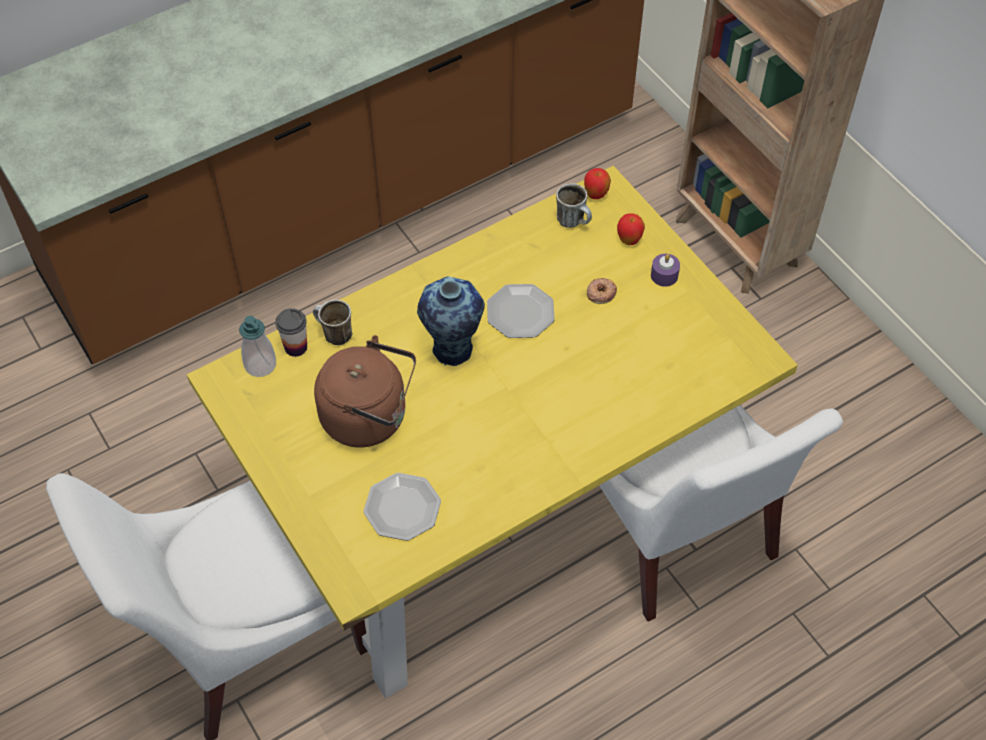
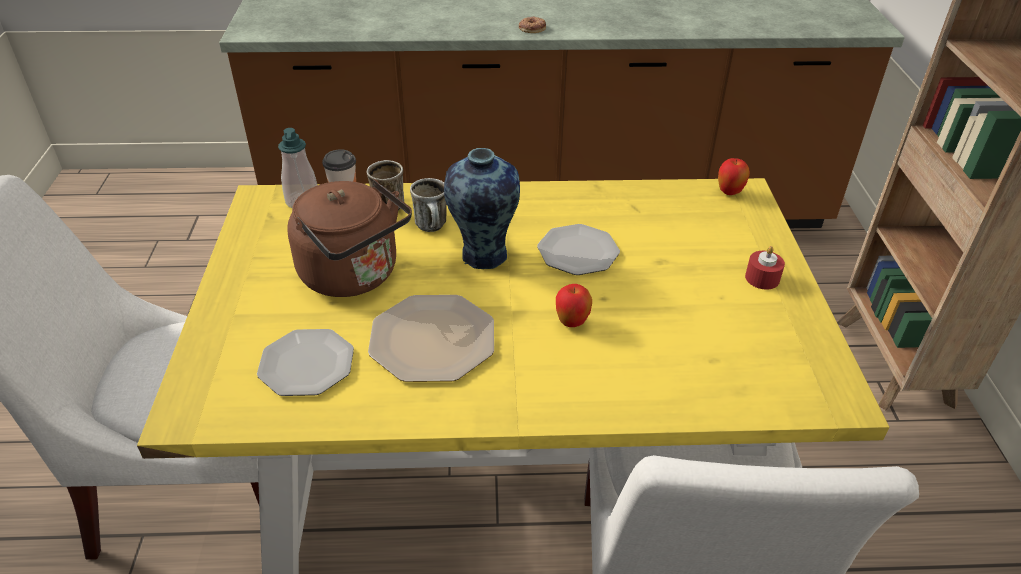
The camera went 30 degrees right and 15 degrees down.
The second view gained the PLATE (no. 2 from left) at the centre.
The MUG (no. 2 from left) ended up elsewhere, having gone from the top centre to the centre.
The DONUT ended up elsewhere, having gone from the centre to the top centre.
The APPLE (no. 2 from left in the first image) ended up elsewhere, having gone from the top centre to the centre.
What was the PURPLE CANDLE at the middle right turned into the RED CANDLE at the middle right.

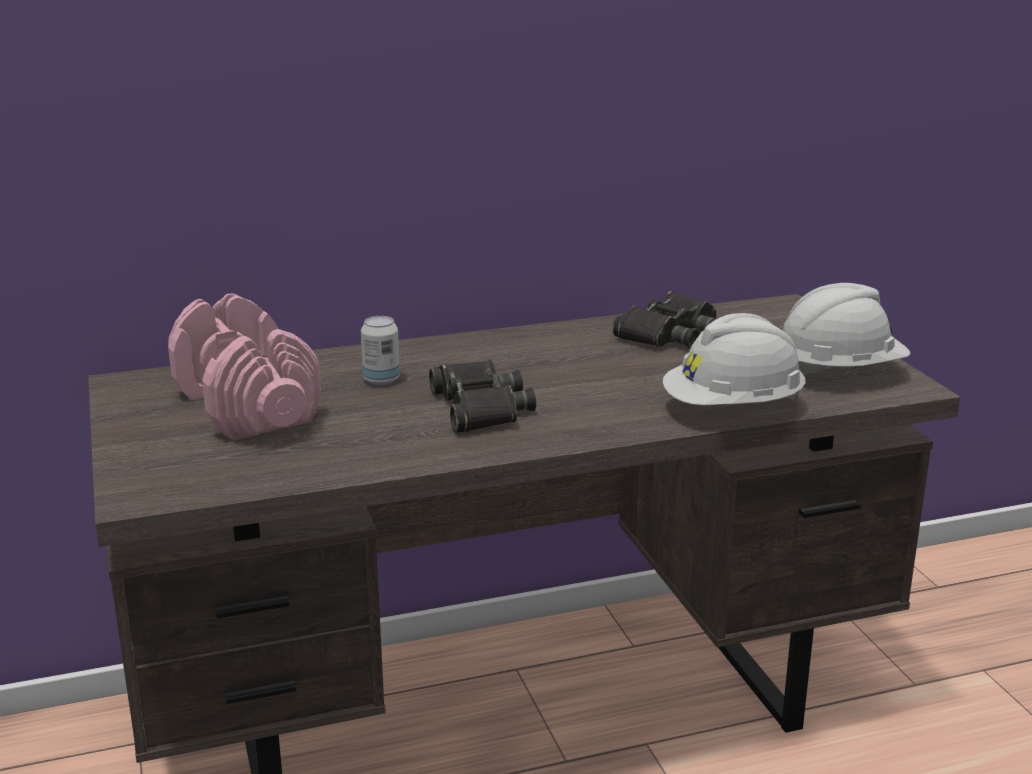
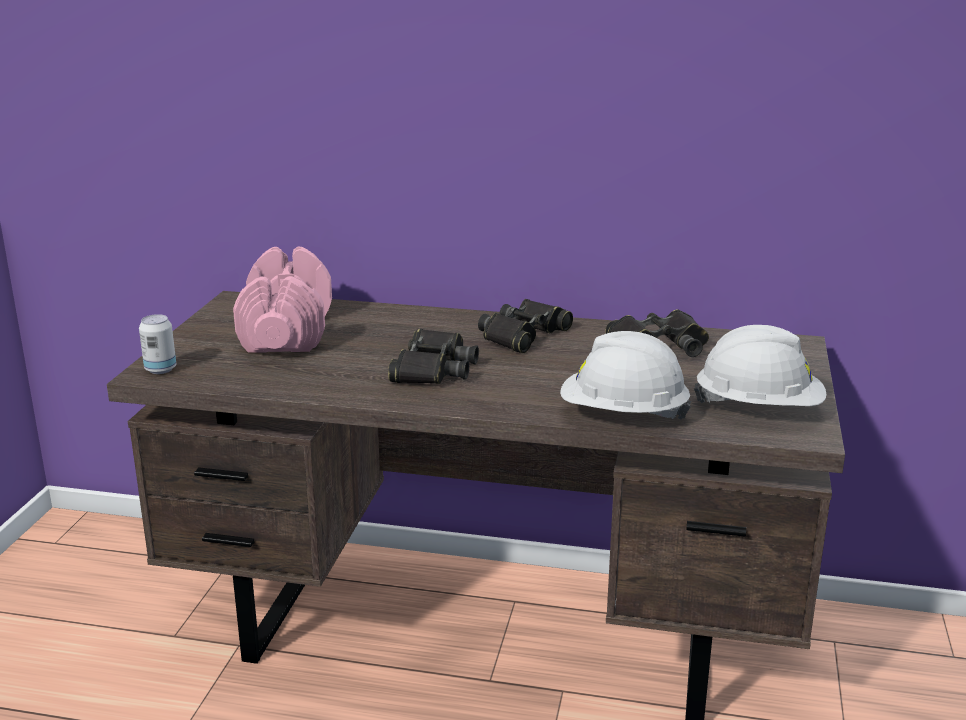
The camera went 30 degrees right and 0 degrees up.
The CAN ended up elsewhere, having gone from the centre to the middle left.
The second view gained the BLACK BINOCULARS (no. 2 from left) at the centre.

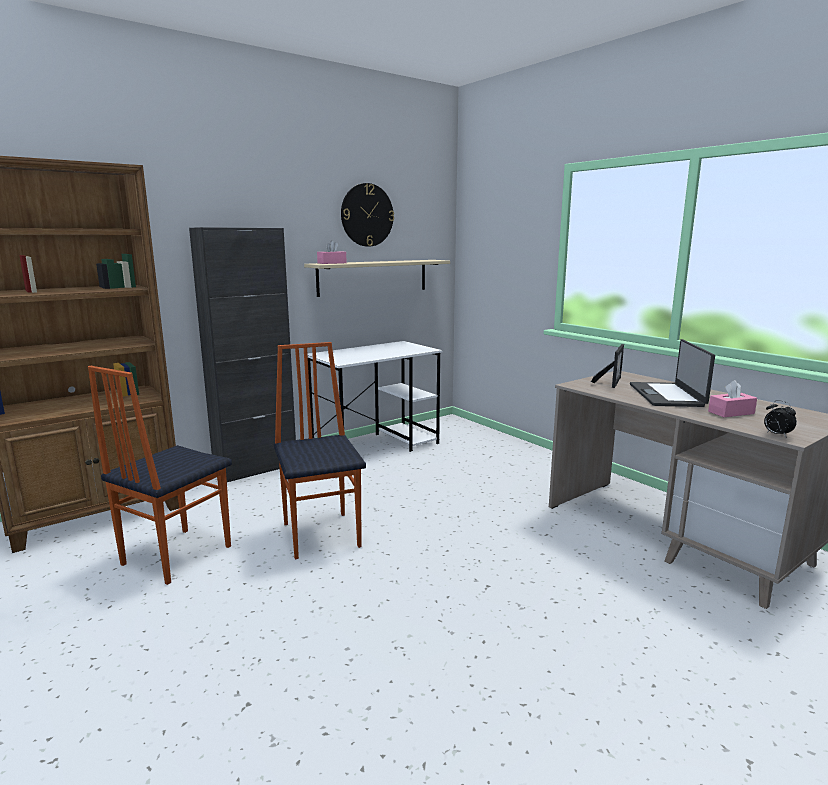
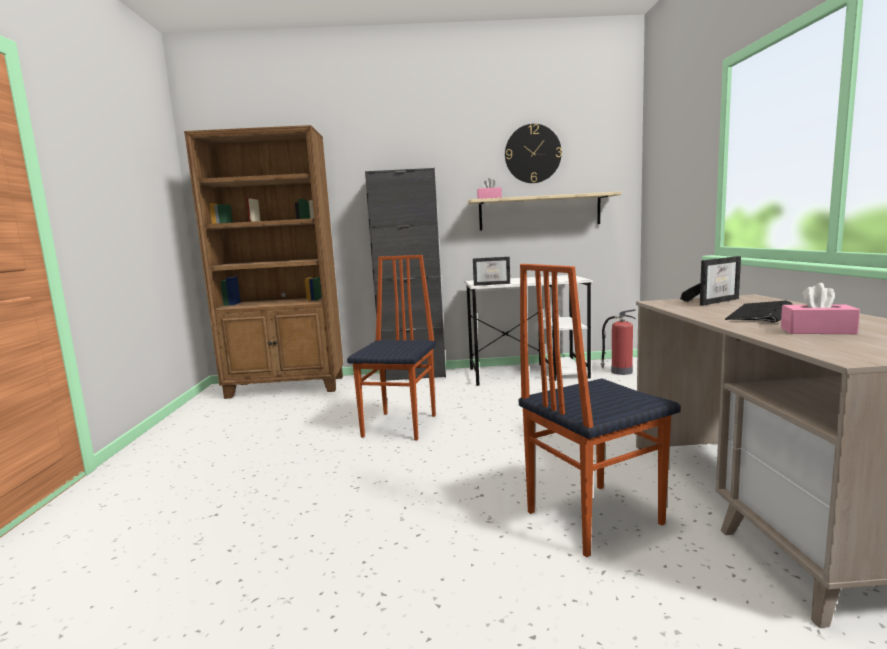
The camera went 35 degrees right and 5 degrees down.
The second view gained the PICTURE FRAME (no. 1 from left) at the centre.
The CHAIR (no. 1 from left in the first image) ended up elsewhere, having gone from the middle left to the middle right.
The second view gained the FIRE EXTINGUISHER at the middle right.
Where the LAPTOP stood at the middle right, the KEYBOARD came to stand at the middle right.
The second view lost the ALARM CLOCK at the middle right.

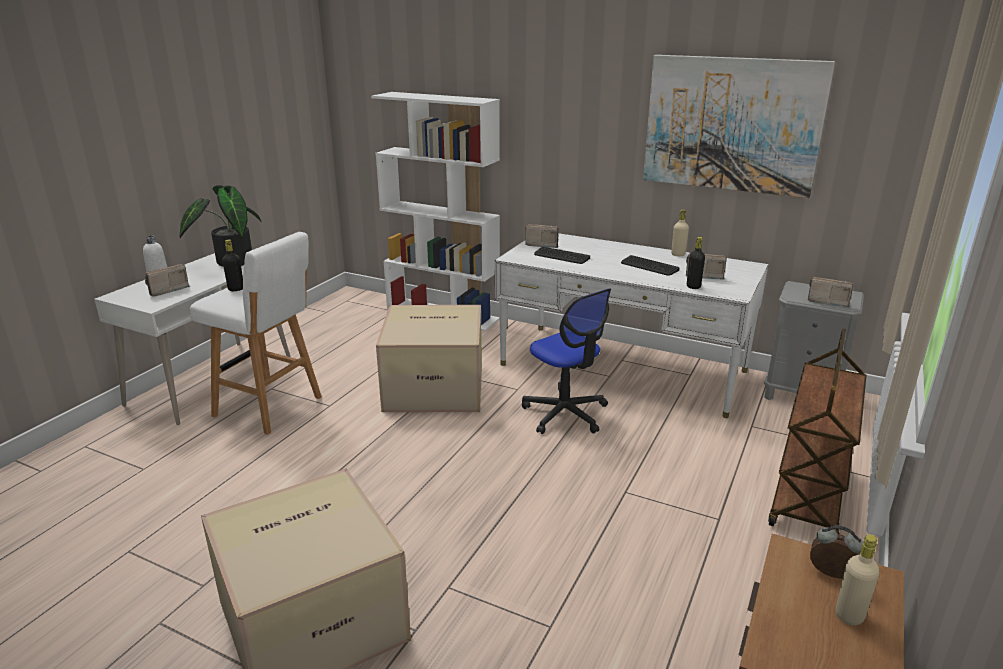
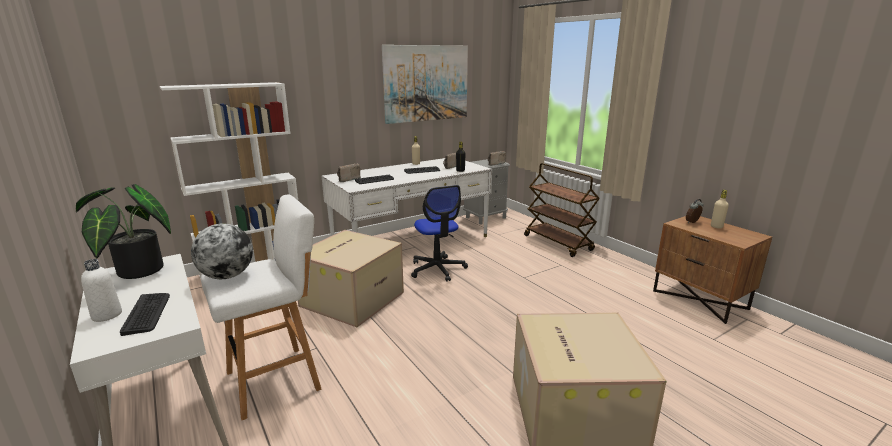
The camera went 60 degrees left and 5 degrees down.
Where the RADIO (no. 1 from left) stood at the middle left, the KEYBOARD (no. 1 from left) came to stand at the bottom left.
Where the BLACK BOTTLE (no. 1 from left) stood at the middle left, the GLOBE came to stand at the middle left.
The OFFICE CHAIR at the centre ended up facing another way, 75 degrees clockwise from before.

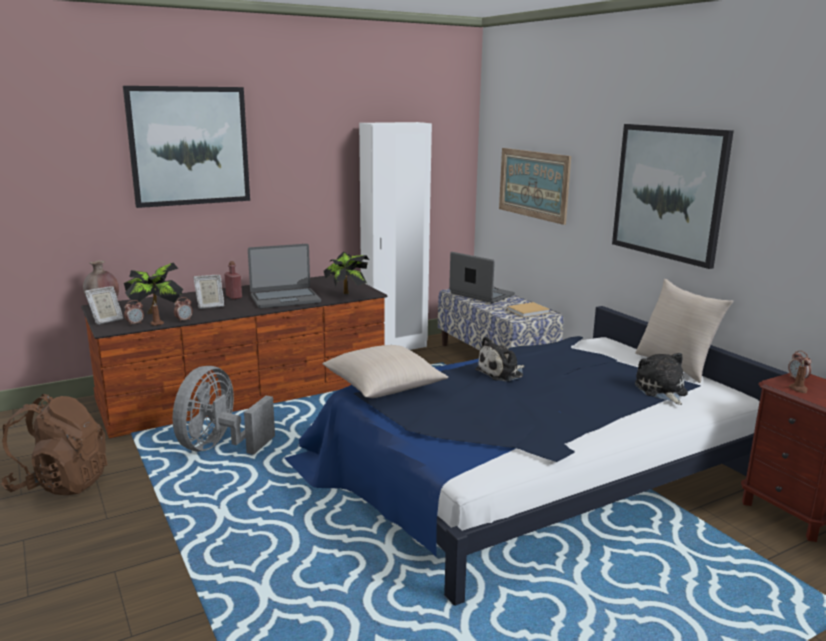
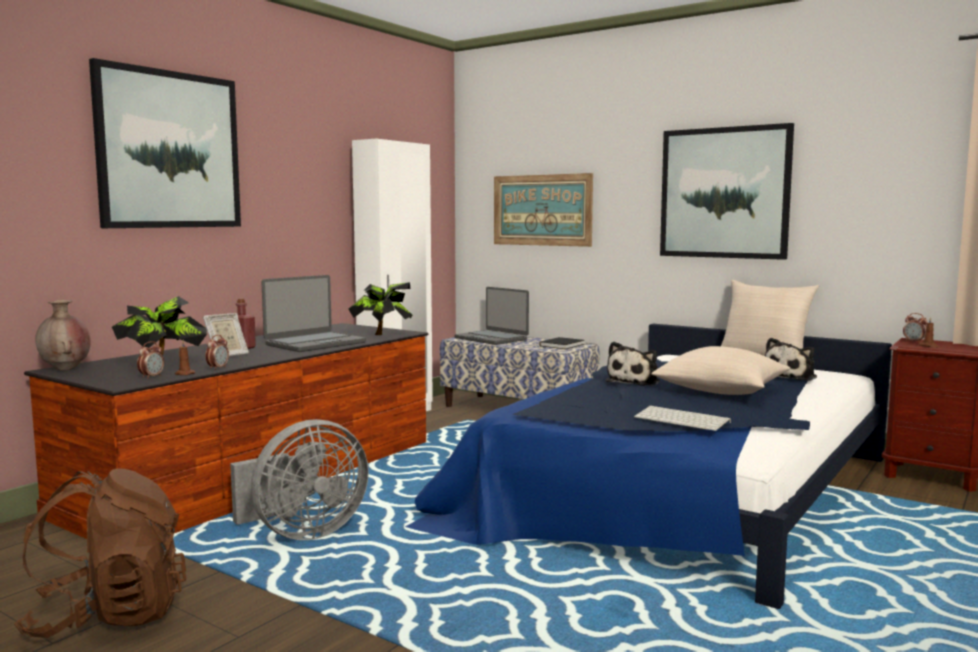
The camera went 25 degrees left and 10 degrees down.
The GREY FAN at the middle left ended up facing another way, 120 degrees counterclockwise from before.
The LAPTOP (no. 2 from left) at the centre ended up facing another way, 150 degrees counterclockwise from before.
What was the BEIGE BOOK at the centre turned into the BLACK BOOK at the centre.
The second view gained the KEYBOARD at the middle right.
The BEIGE PILLOW (no. 1 from left) ended up elsewhere, having gone from the centre to the middle right.
The PLUSH TOY (no. 2 from left) at the middle right ended up facing another way, 105 degrees counterclockwise from before.
The second view lost the PICTURE FRAME (no. 1 from left) at the middle left.

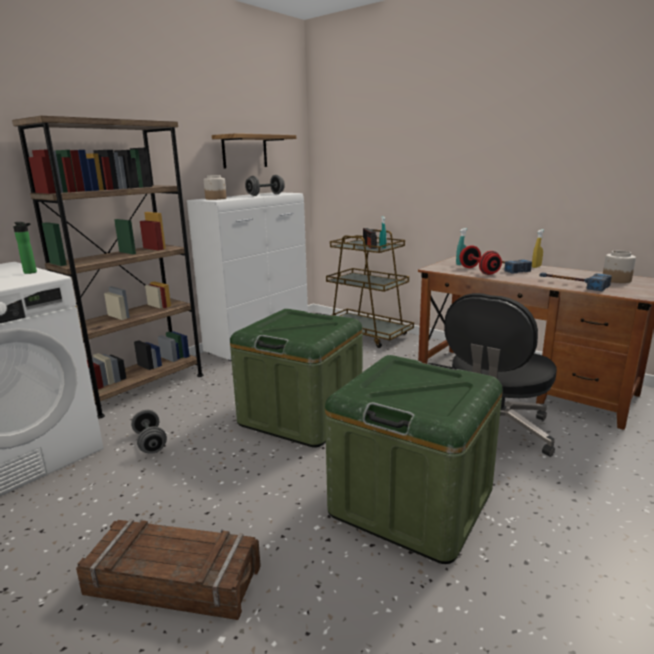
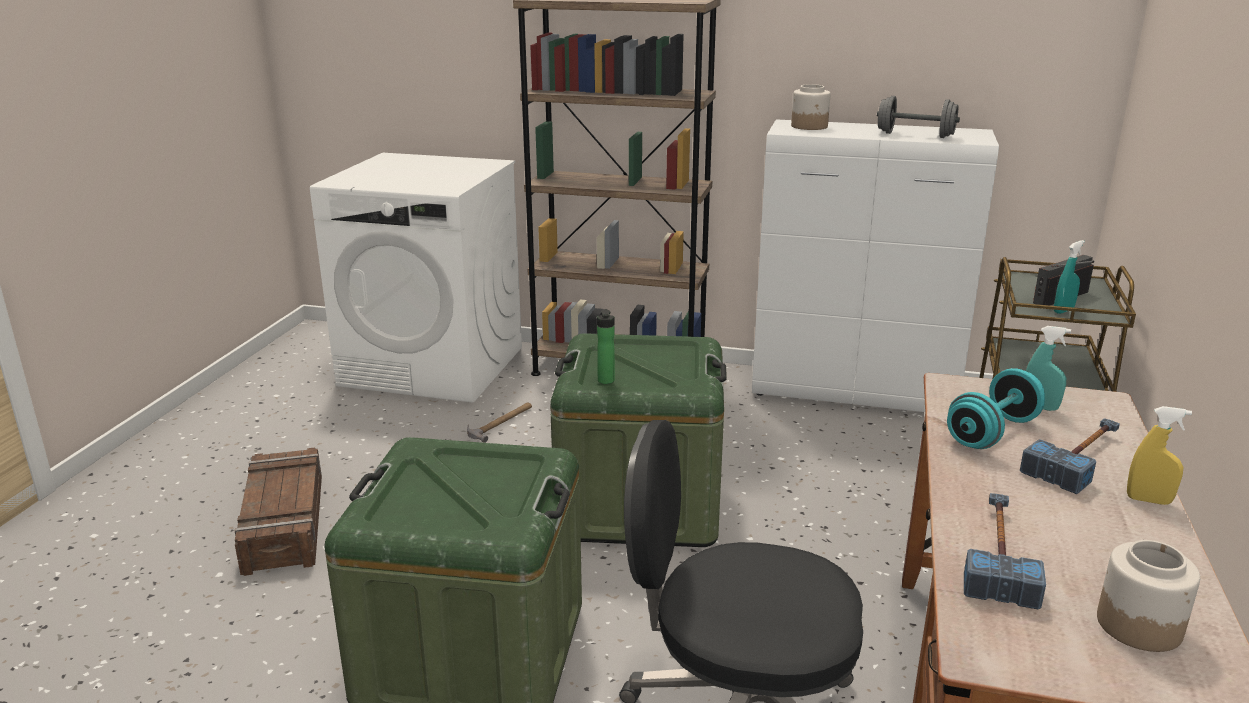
The camera went 65 degrees right and 5 degrees up.
Where the GREY DUMBBELL (no. 1 from left) stood at the middle left, the HAMMER (no. 1 from left) came to stand at the centre.
The BOTTLE ended up elsewhere, having gone from the middle left to the centre.
What was the RED DUMBBELL at the middle right turned into the TURQUOISE DUMBBELL at the middle right.
The second view lost the SHELF at the top centre.

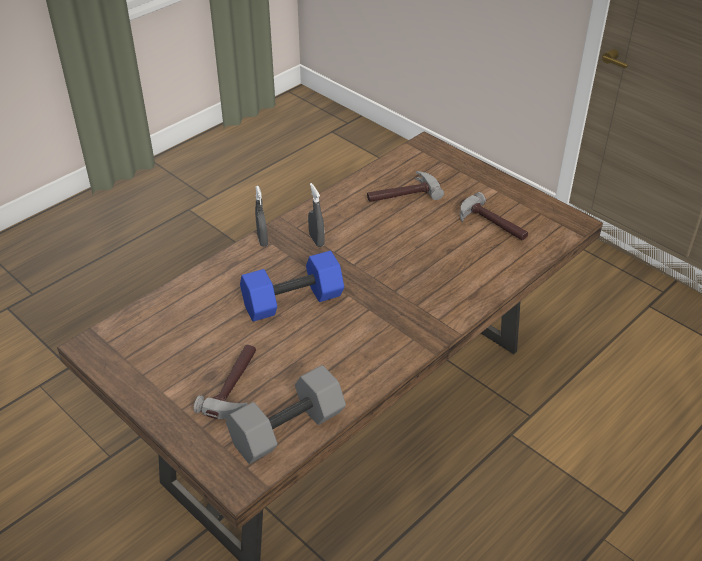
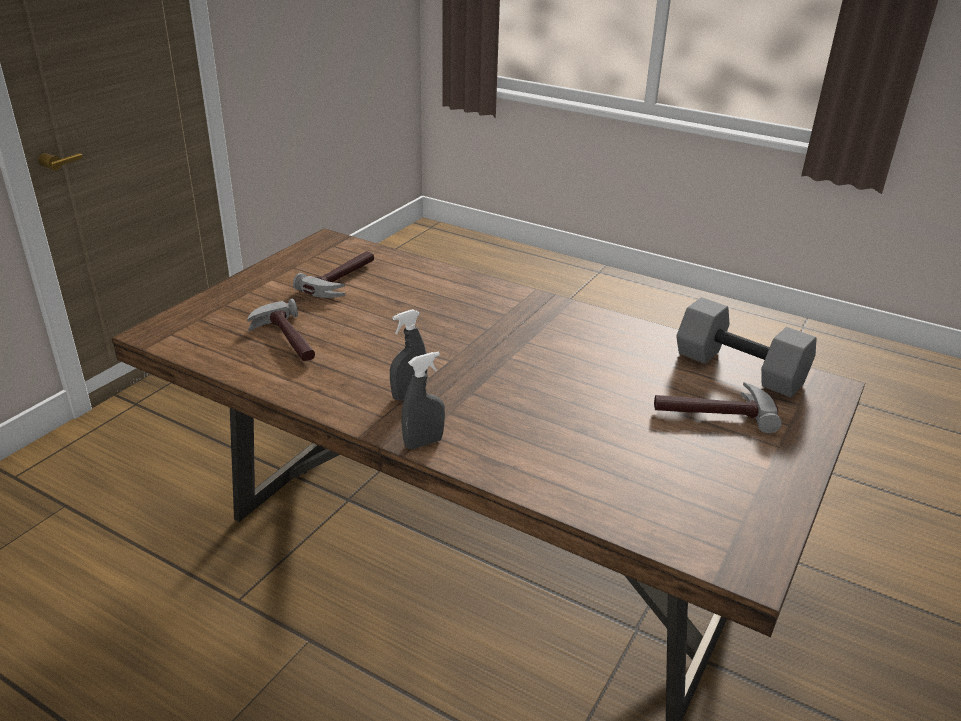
The camera went 105 degrees left and 10 degrees down.
The second view lost the BLUE DUMBBELL at the centre.

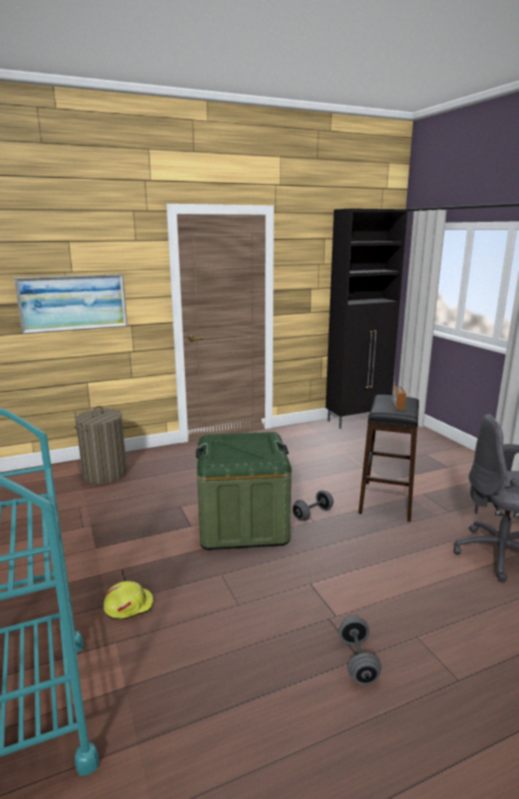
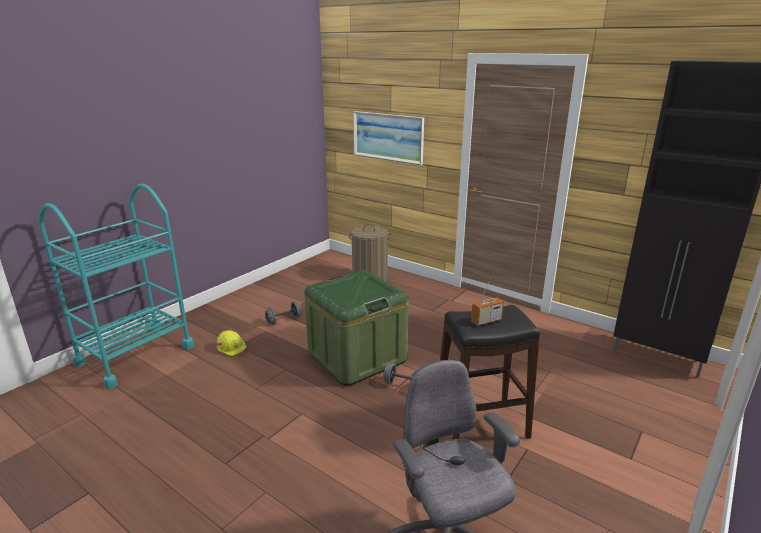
The camera went 60 degrees right and 5 degrees up.
The GREY DUMBBELL (no. 2 from left in the first image) ended up elsewhere, having gone from the bottom right to the centre.

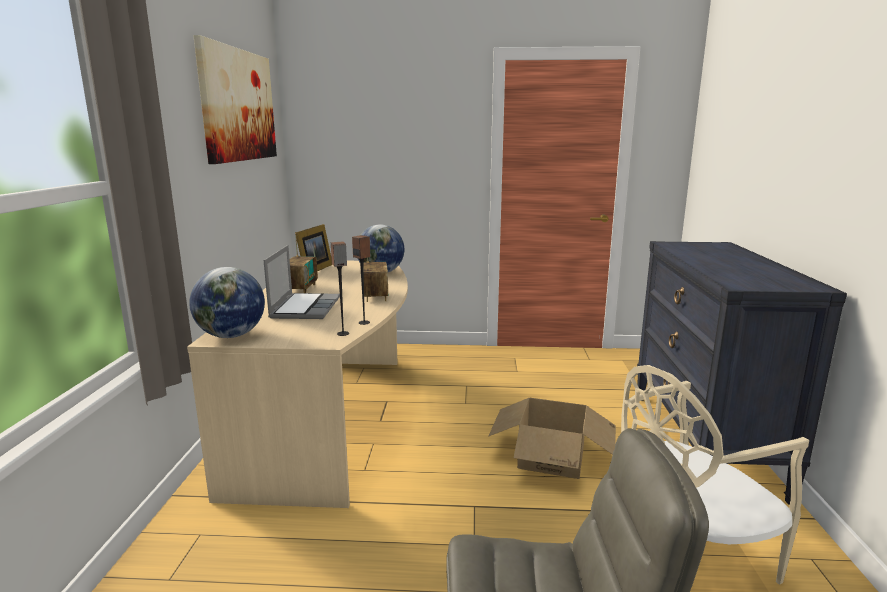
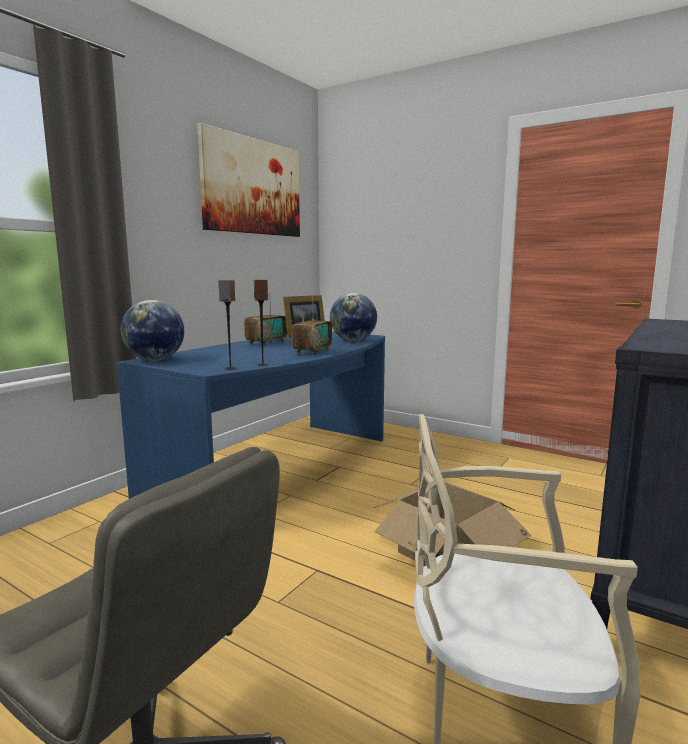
The camera went 30 degrees right and 5 degrees down.
What was the BEIGE DESK at the centre turned into the BLUE DESK at the centre.
The second view lost the LAPTOP at the centre.

